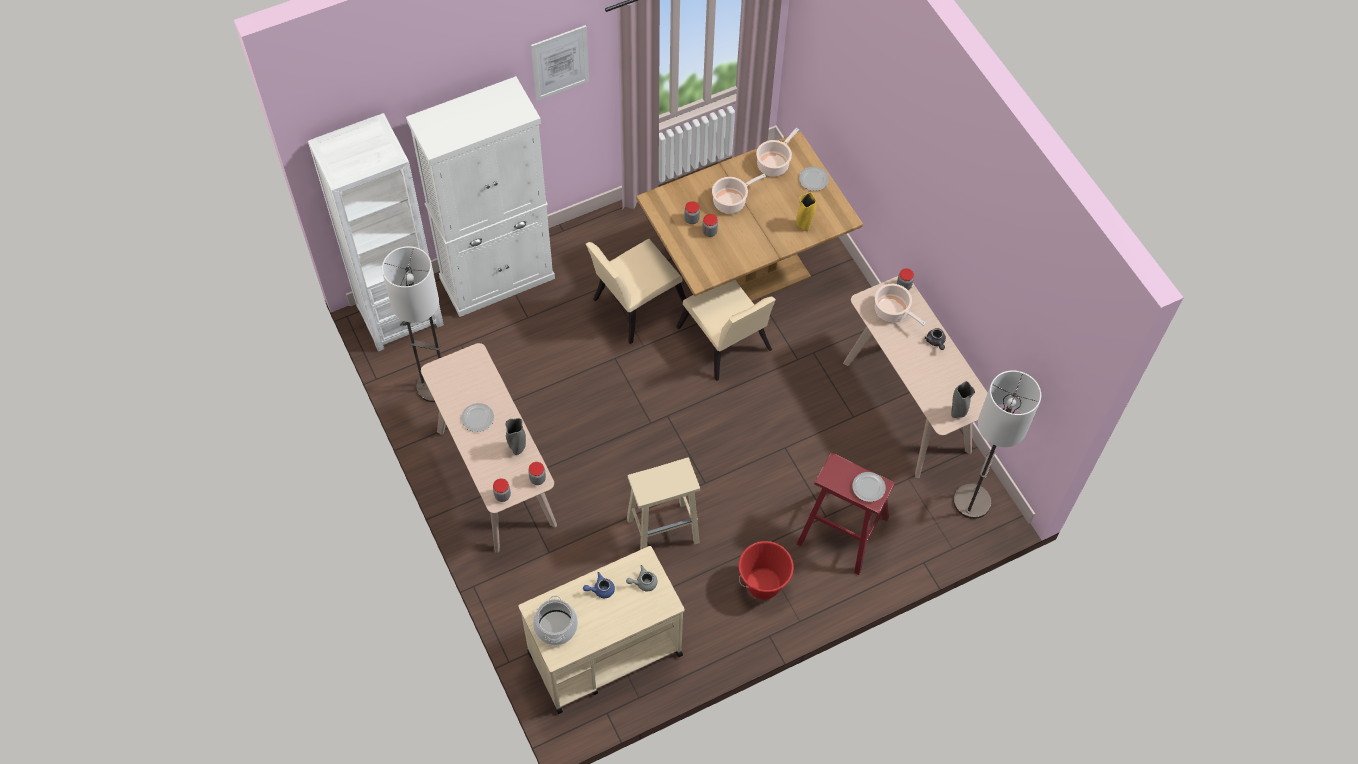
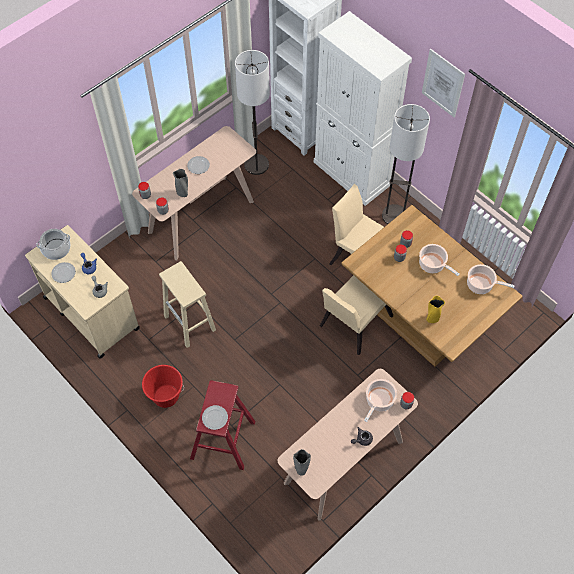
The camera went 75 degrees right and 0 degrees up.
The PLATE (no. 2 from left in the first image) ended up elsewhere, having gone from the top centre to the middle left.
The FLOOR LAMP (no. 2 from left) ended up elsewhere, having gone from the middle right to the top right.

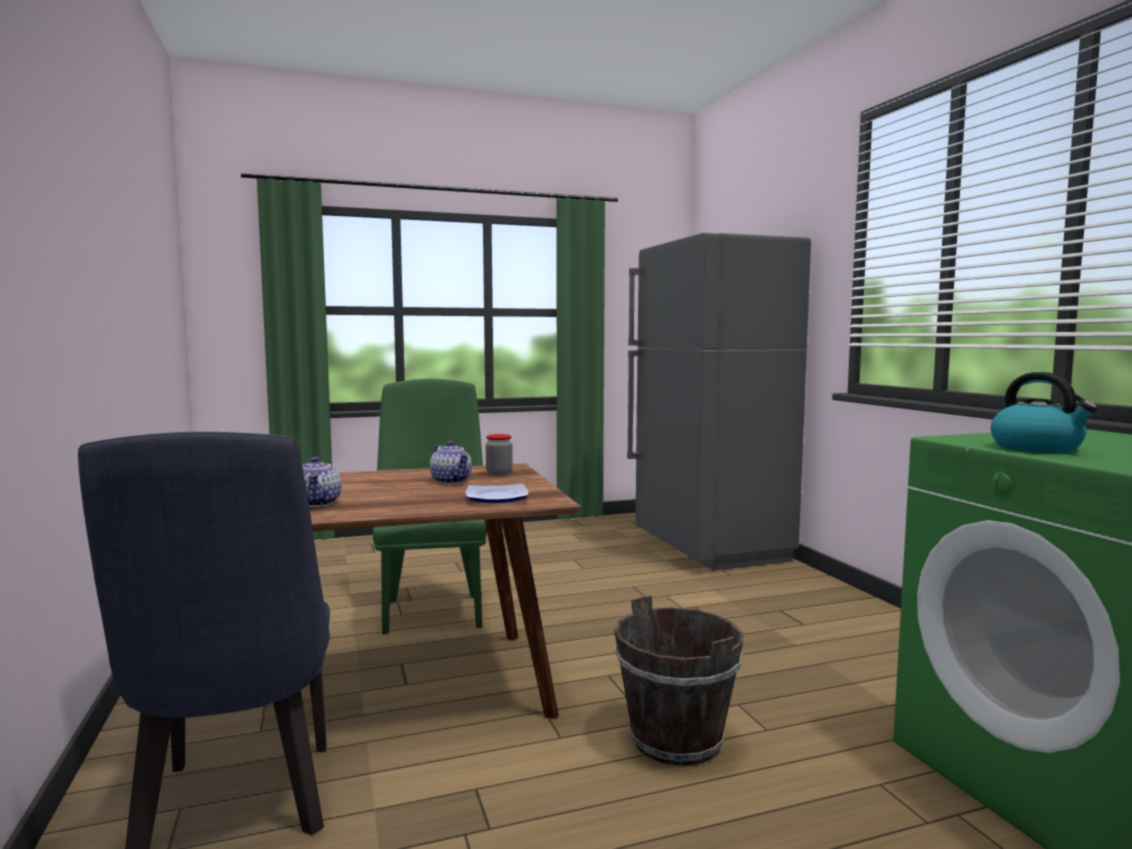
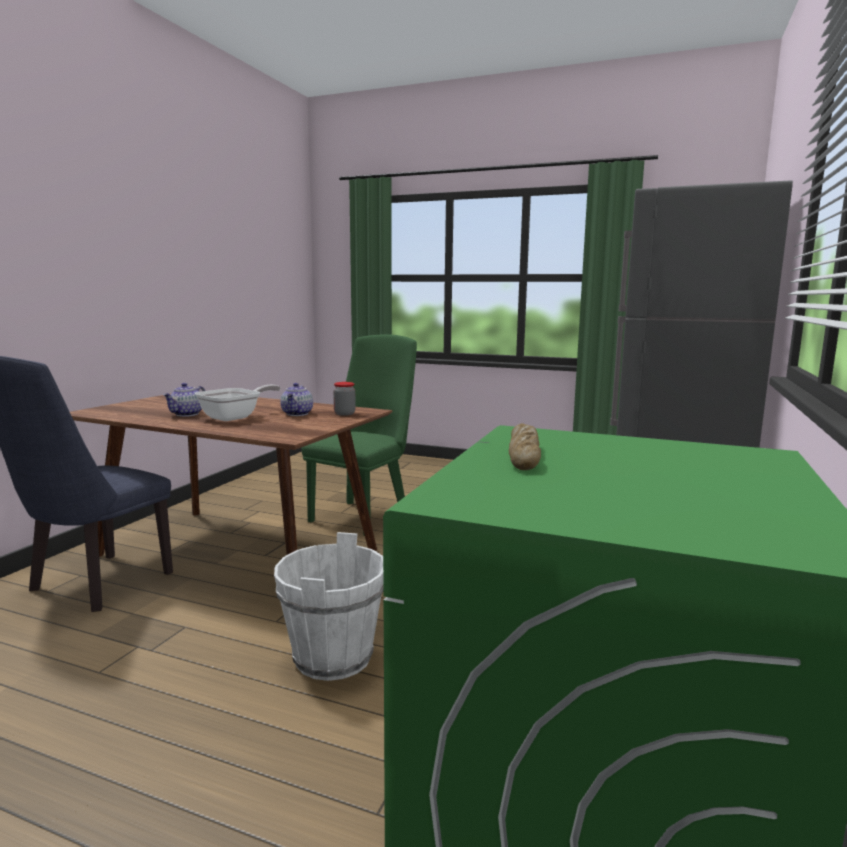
The camera went 40 degrees right and 5 degrees up.
The second view gained the FRYING PAN at the middle left.
What was the BROWN BUCKET at the bottom centre turned into the WHITE BUCKET at the bottom centre.
Where the KETTLE stood at the middle right, the BREAD came to stand at the centre.
The second view lost the PLATE at the centre.

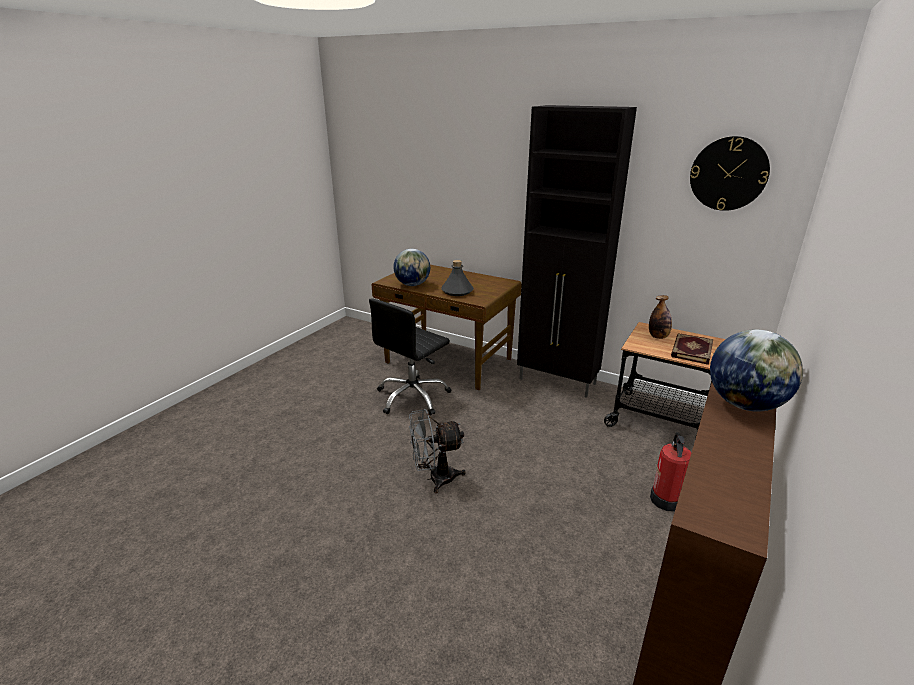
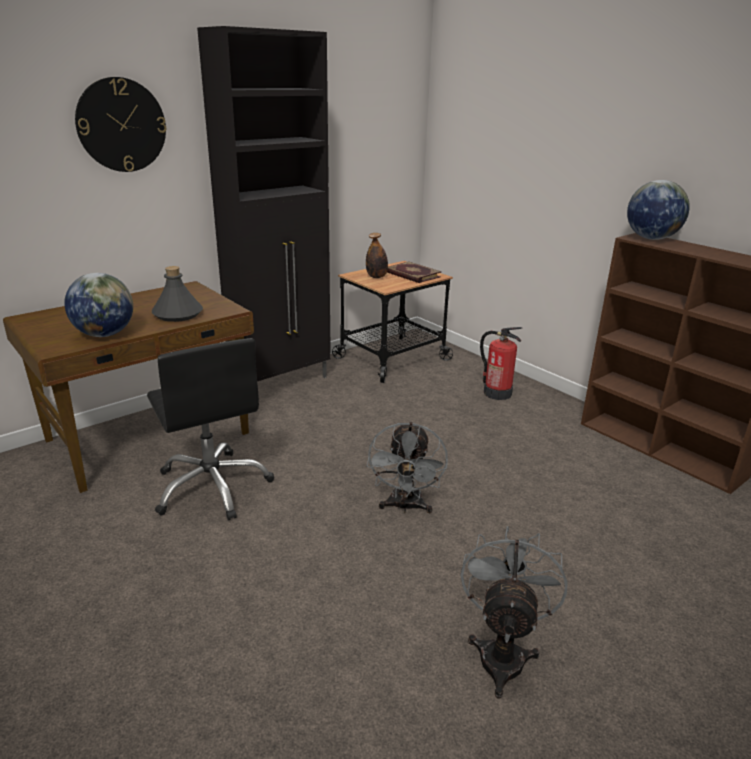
The camera went 70 degrees left and 0 degrees up.
The WALL CLOCK ended up elsewhere, having gone from the top right to the top left.
The second view gained the GREY FAN (no. 2 from left) at the bottom right.

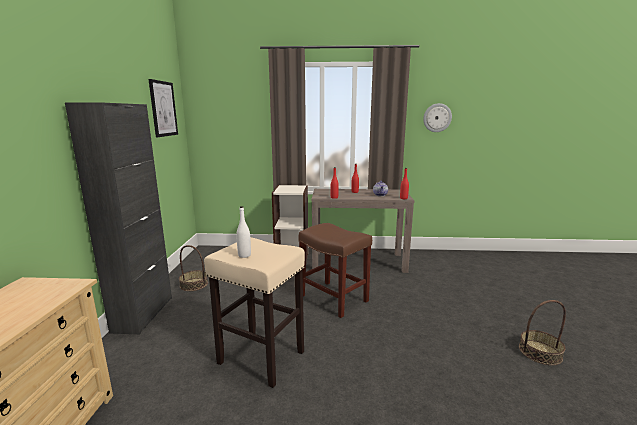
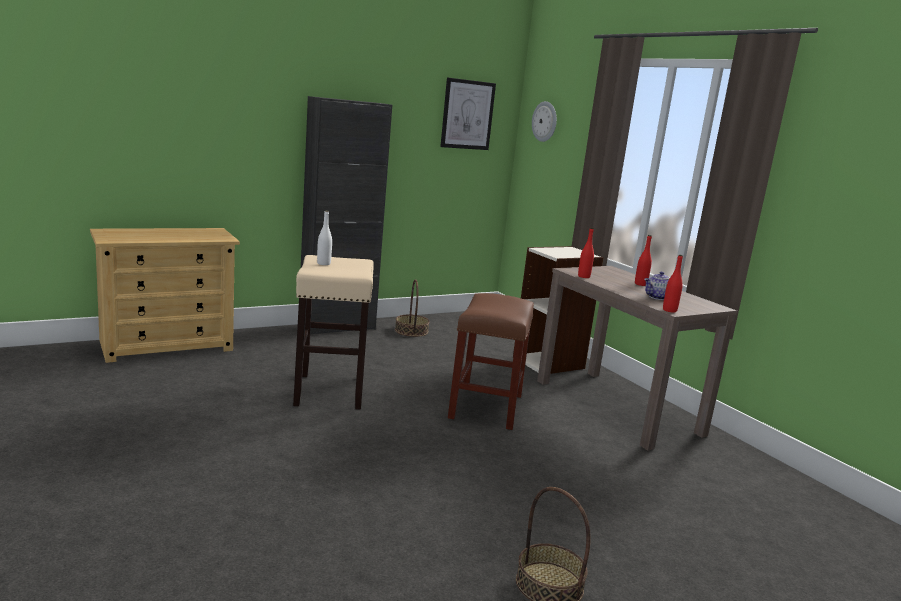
The camera went 55 degrees right and 0 degrees up.
The WALL CLOCK ended up elsewhere, having gone from the top right to the top centre.

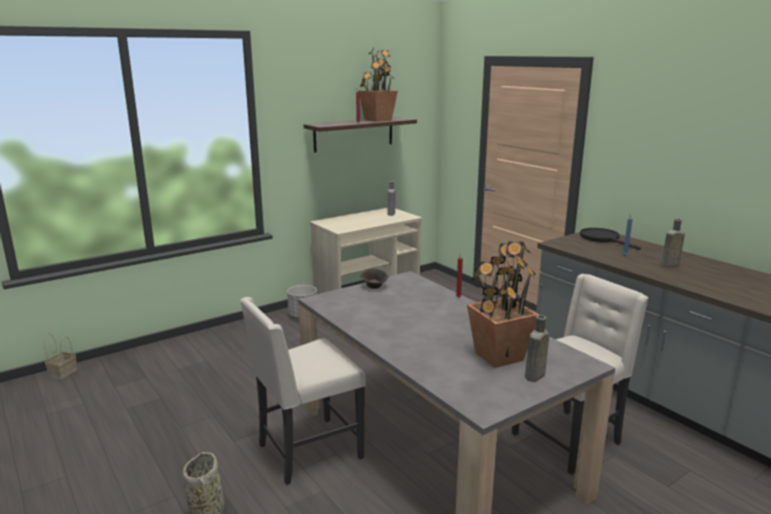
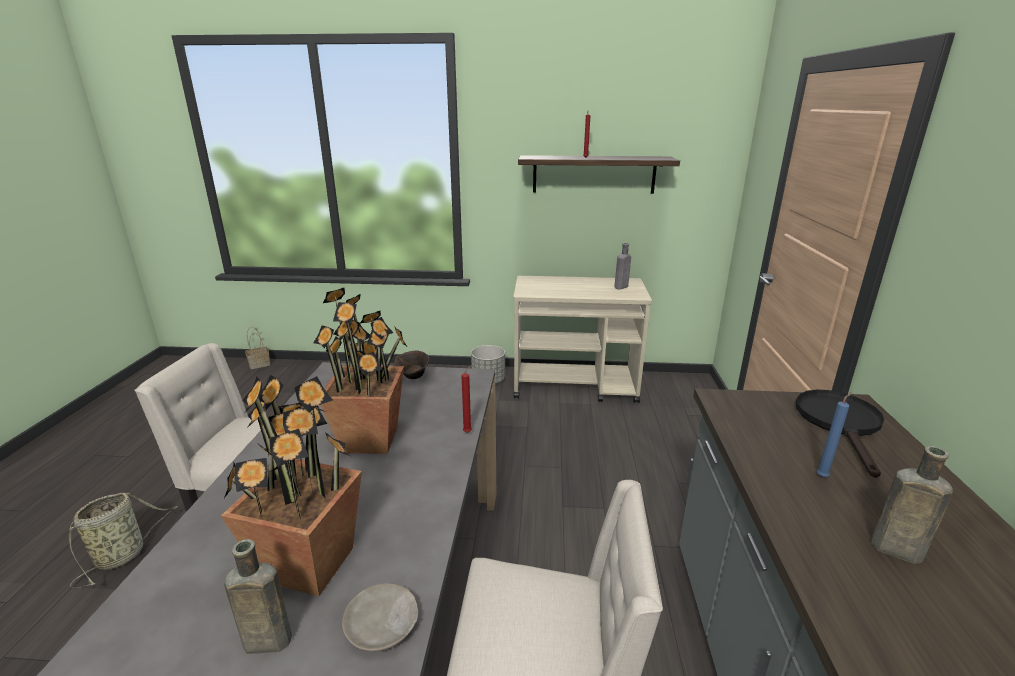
The camera went 40 degrees right and 5 degrees up.
The POTTED PLANT (no. 1 from left in the first image) ended up elsewhere, having gone from the top centre to the centre.
The second view gained the BEIGE PLATE at the bottom centre.

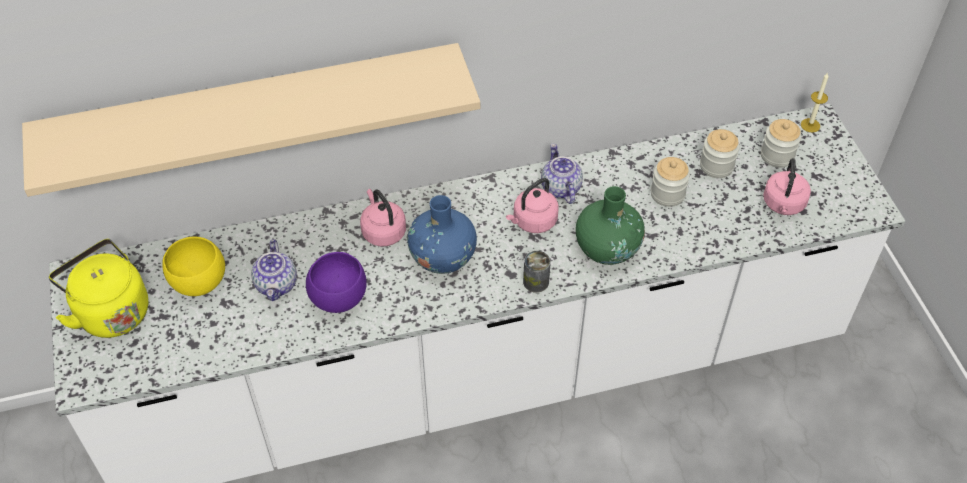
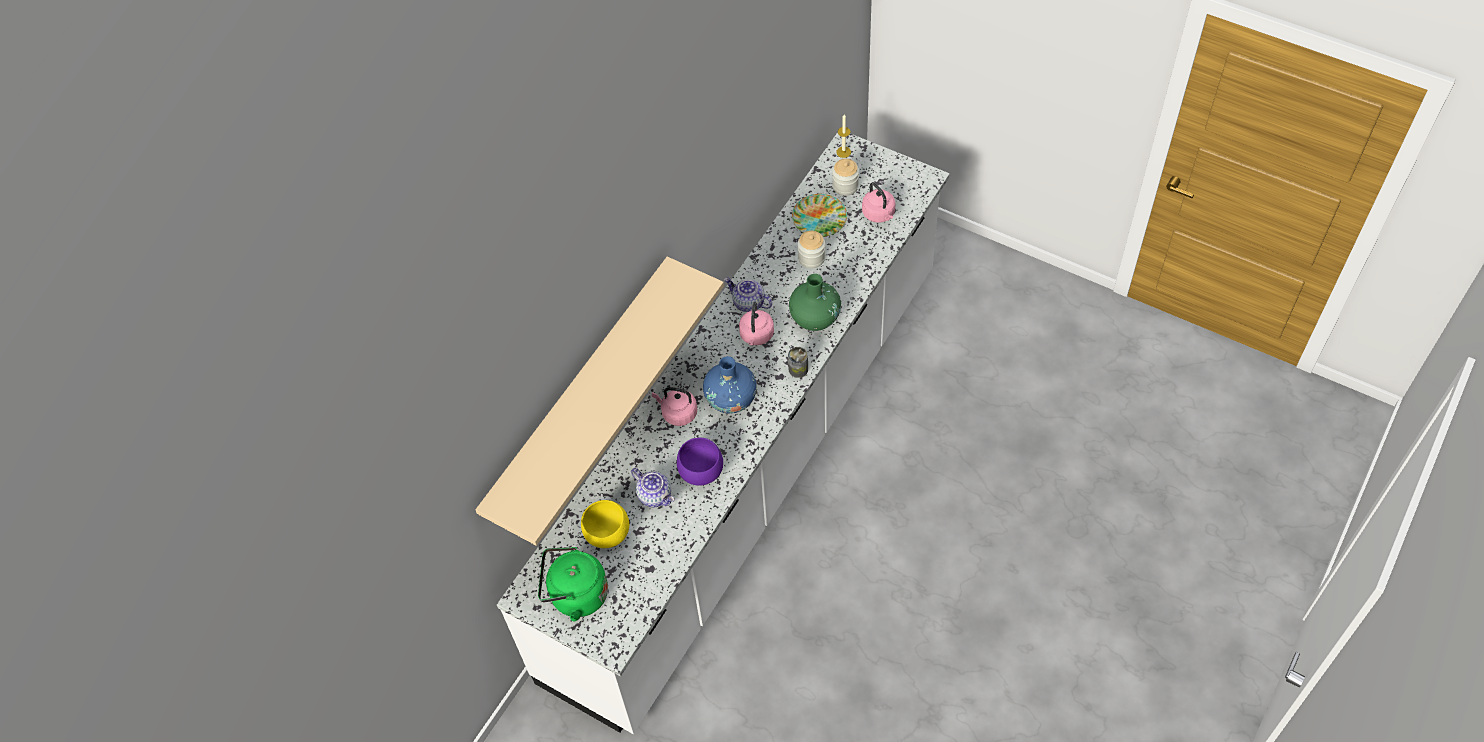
The camera went 40 degrees left and 5 degrees up.
What was the YELLOW KETTLE at the middle left turned into the GREEN KETTLE at the bottom centre.
Where the JAR (no. 2 from left) stood at the top right, the PLATE came to stand at the top centre.

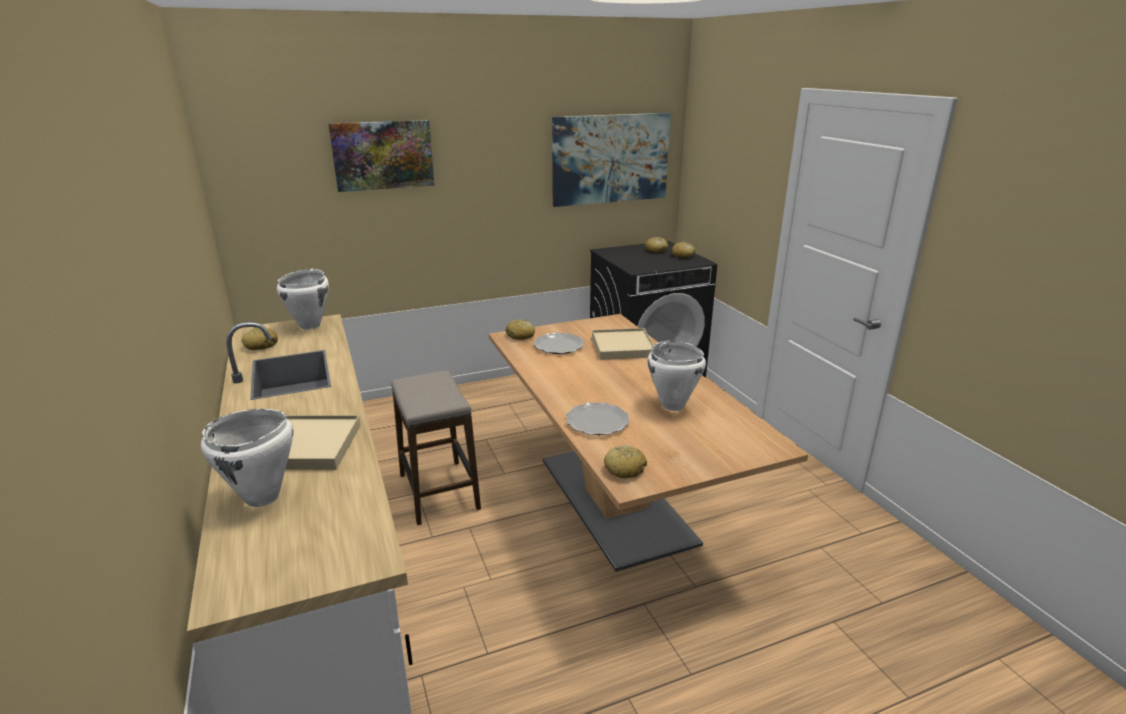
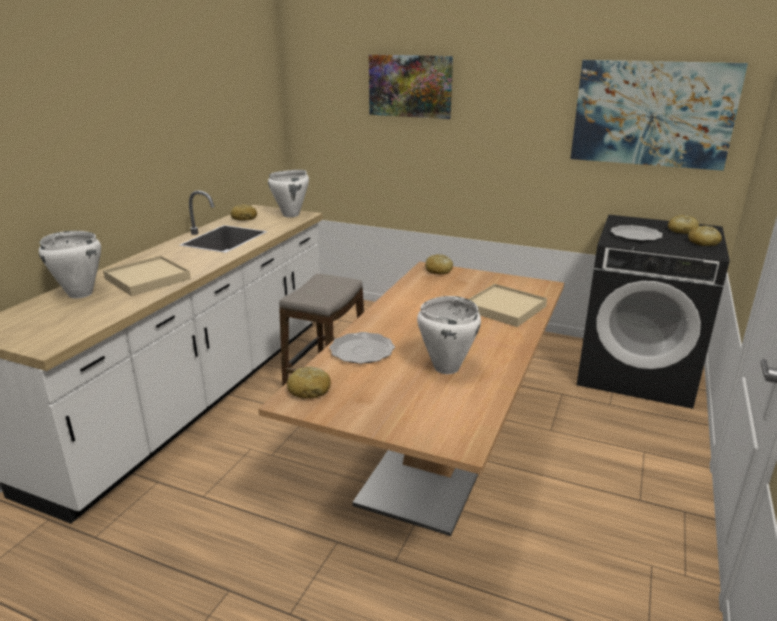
The camera went 45 degrees right and 0 degrees up.
The PLATE (no. 1 from left in the first image) ended up elsewhere, having gone from the centre to the middle right.

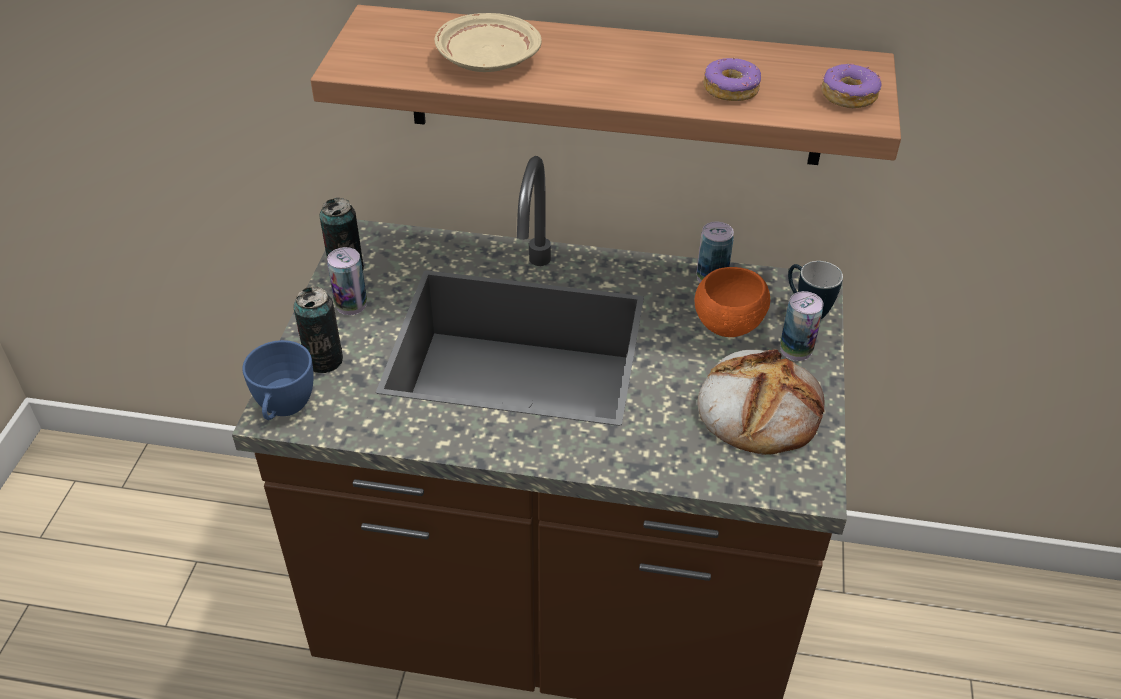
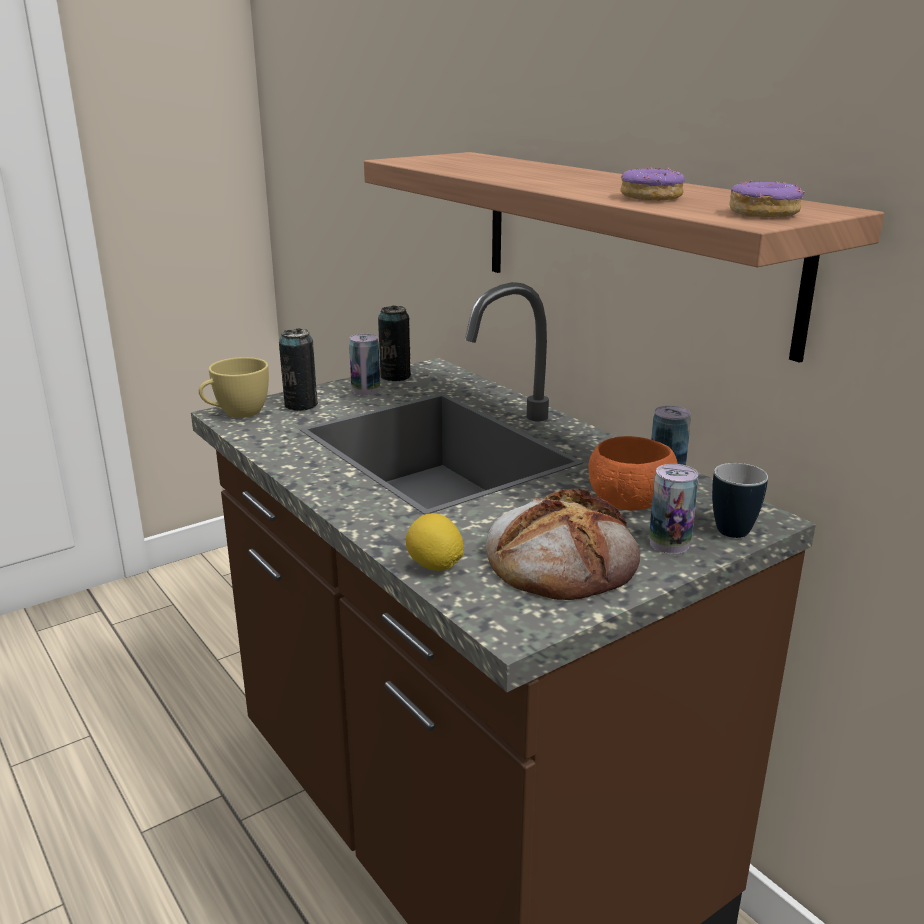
The camera went 45 degrees right and 20 degrees down.
What was the BLUE CUP at the middle left turned into the YELLOW CUP at the middle left.
The second view gained the LEMON at the centre.
The second view lost the BEIGE PLATE at the top centre.

